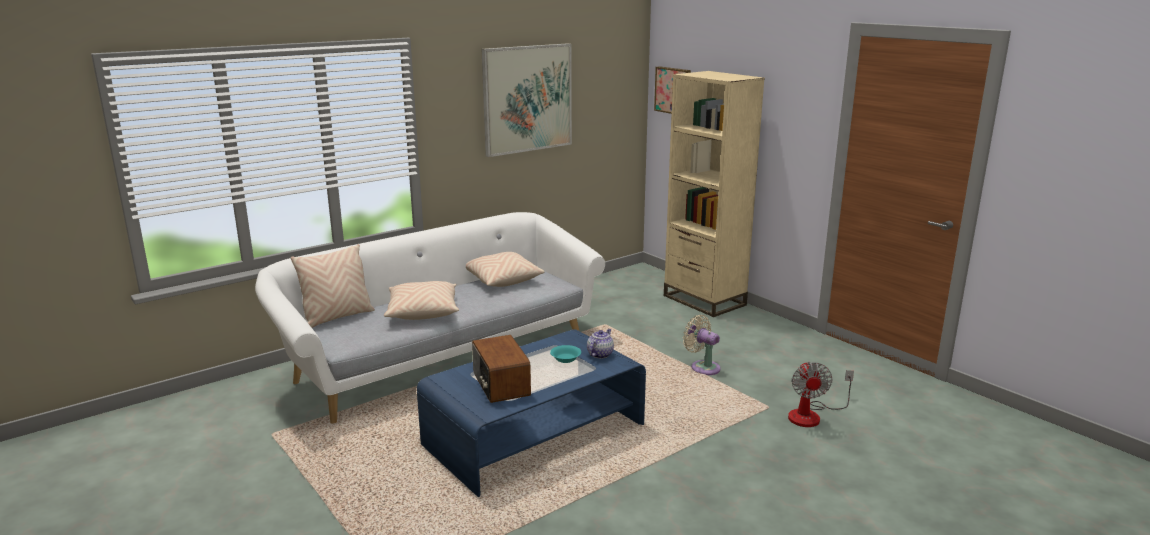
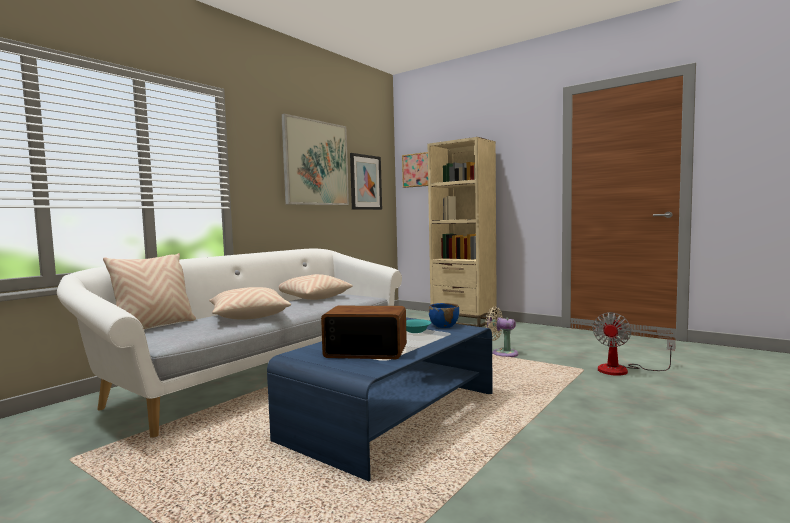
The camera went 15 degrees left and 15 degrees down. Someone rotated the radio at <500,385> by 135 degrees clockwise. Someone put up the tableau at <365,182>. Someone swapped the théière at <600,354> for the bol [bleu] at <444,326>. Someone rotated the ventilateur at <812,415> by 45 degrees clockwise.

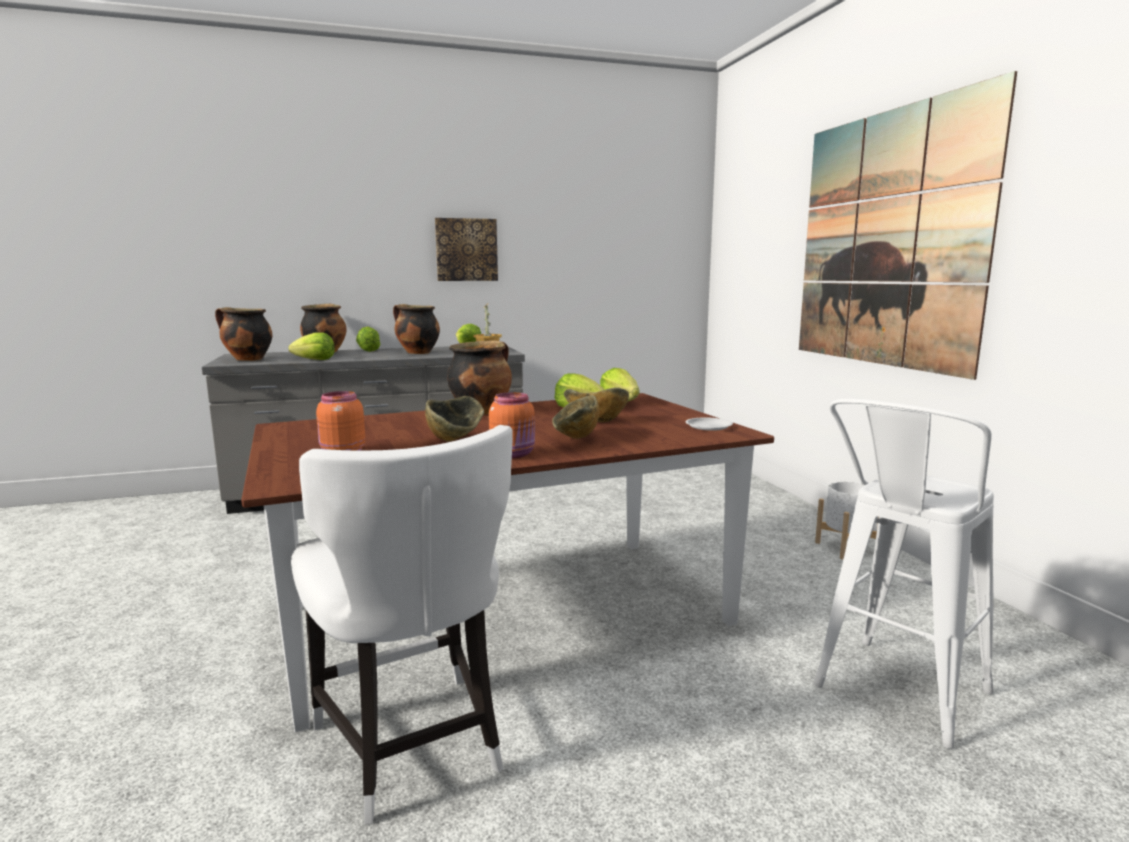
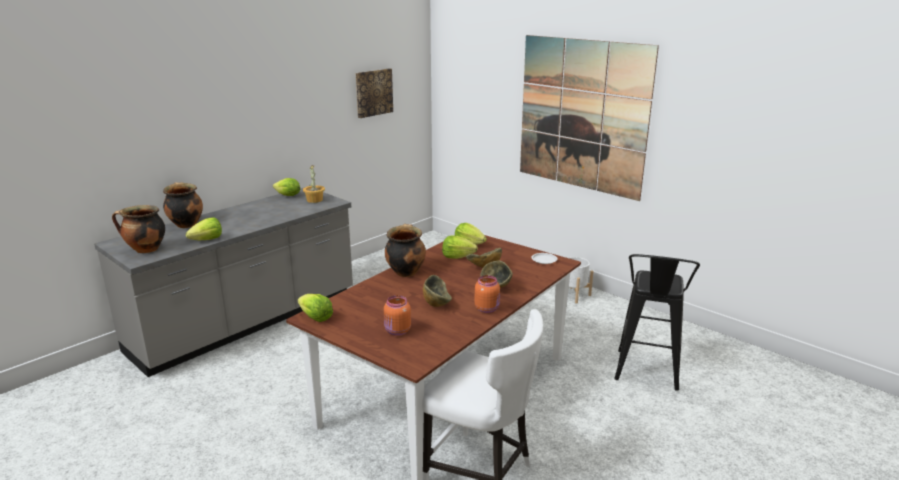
The camera went 30 degrees left and 10 degrees up. Someone carried the laitue from <368,350> to <315,318>. Someone carried the tableau from <466,250> to <373,92>. Someone repainted the tabouret [blanc] at <893,697>, which became the tabouret [noir] at <646,374>. Someone took away the marmite at <417,353>.

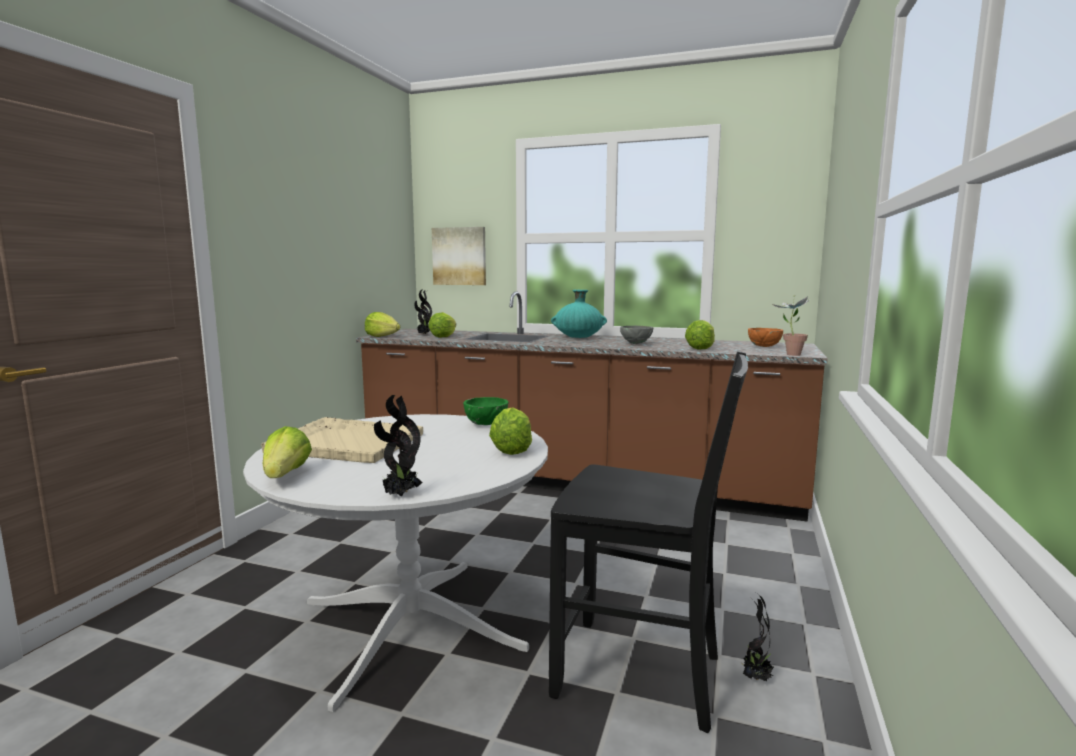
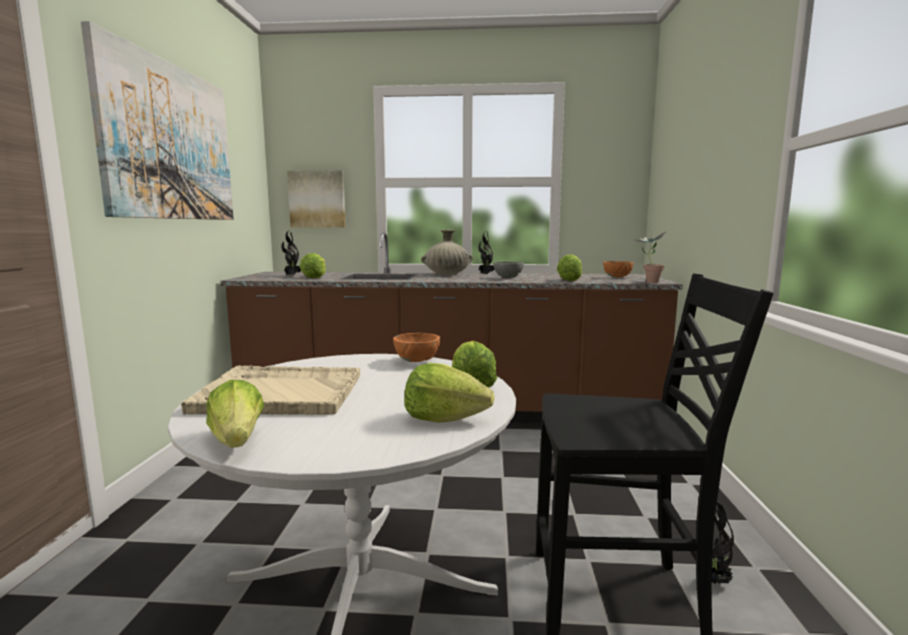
The camera went 15 degrees left and 0 degrees up. Someone put up the tableau at <170,142>. Someone repainted the bol [vert] at <486,425>, which became the bol [orange] at <417,361>. Someone carried the laitue from <382,336> to <444,418>. Someone repainted the vase [turquoise] at <578,337>, which became the vase [beige] at <447,274>. Someone carried the plante en pot from <400,495> to <485,275>.

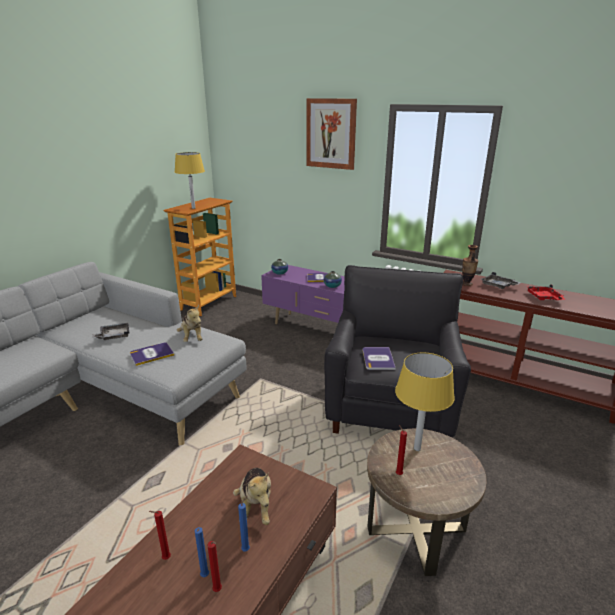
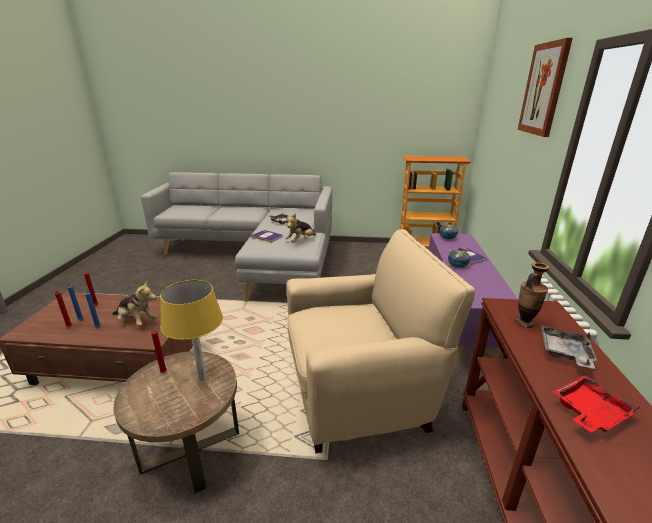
The camera went 65 degrees right and 0 degrees up. Someone rotated the peluche at <255,506> by 120 degrees counterclockwise. Someone repainted the fauteuil [noir] at <390,408>, which became the fauteuil [beige] at <360,394>. Someone took away the lampe de table [jaune] at <193,208>. Someone took away the livre at <378,359>.

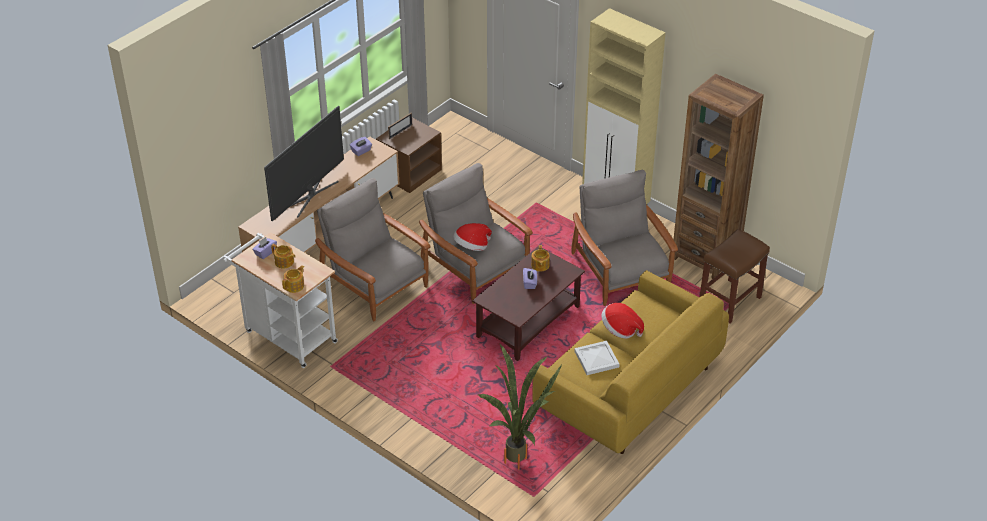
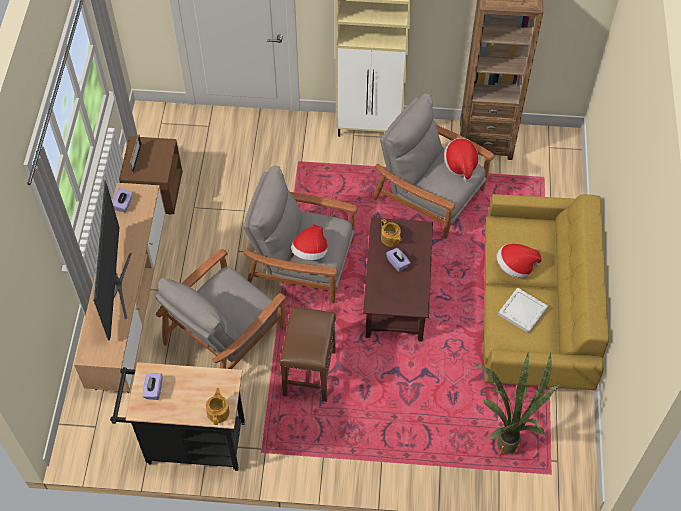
The camera went 35 degrees left and 15 degrees up. Someone repainted the chariot [blanc] at <286,335>, which became the chariot [noir] at <189,443>. Someone rotated the fauteuil [gris] at <374,284> by 60 degrees counterclockwise. Someone carried the tabouret [marron] from <729,301> to <310,374>. Someone put down the chapeau at <460,165>. Someone took away the théière at <284,262>.

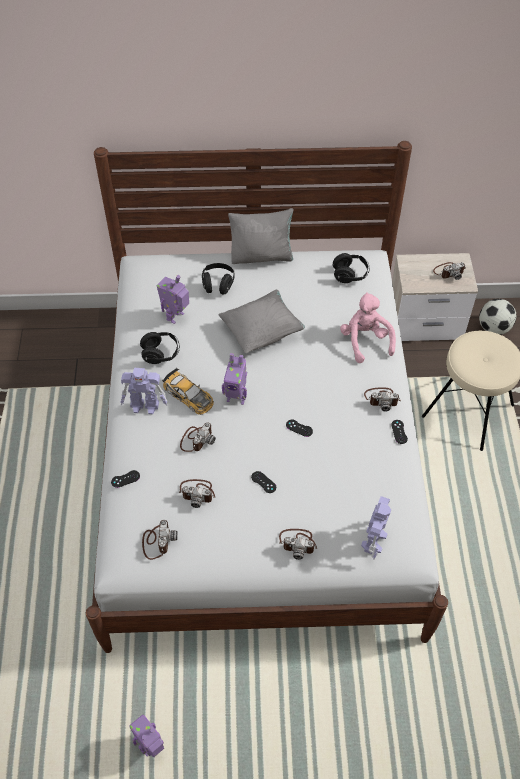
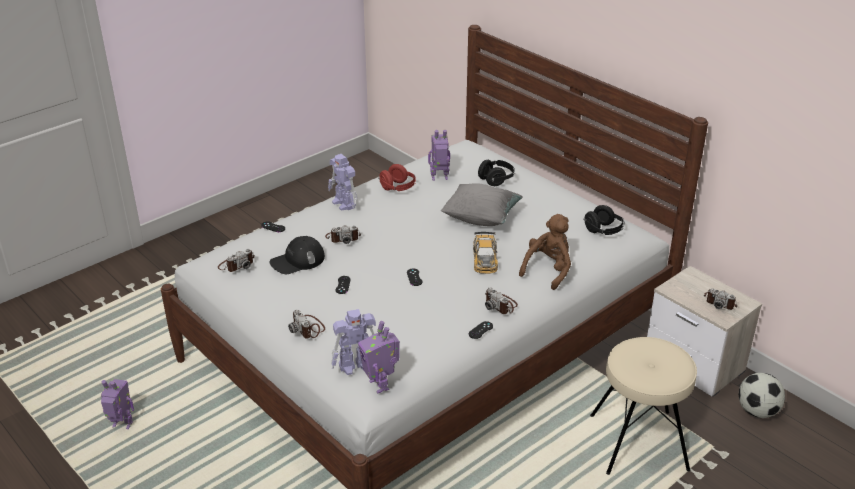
The camera went 50 degrees right and 20 degrees down. Someone swapped the appareil photo at <197,492> for the casquette [noir] at <297,260>. Someone carried the robot jouet from <236,397> to <380,384>. Someone repainted the casque audio [noir] at <161,354>, which became the casque audio [rouge] at <398,188>. Someone carried the petite voiture from <189,395> to <485,258>. Someone repainted the peluche [rose] at <365,341>, which became the peluche [marron] at <548,270>. Someone took away the coussin [gris] at <262,256>.

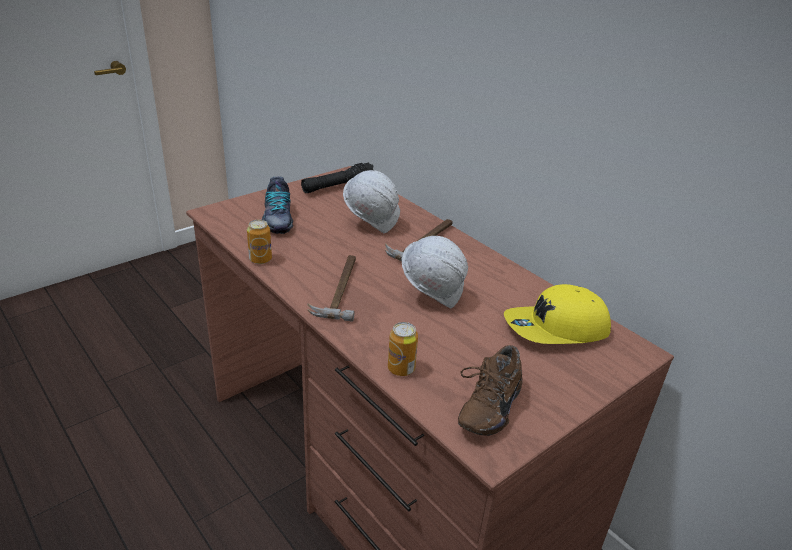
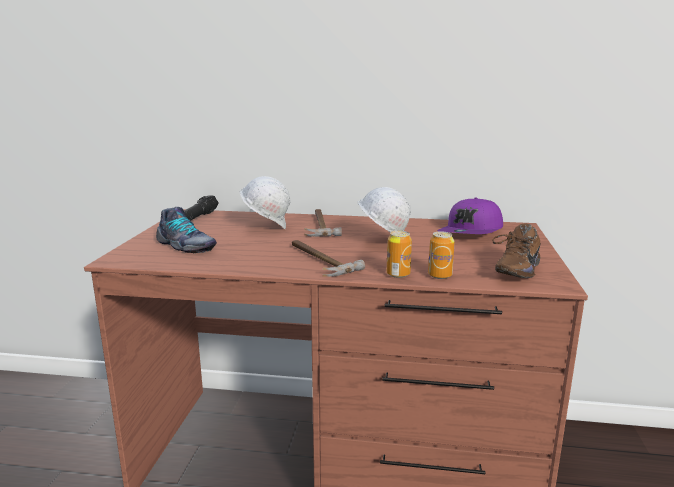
The camera went 40 degrees left and 15 degrees down. Someone carried the boîte métallique from <260,259> to <398,274>. Someone repainted the casquette [jaune] at <556,329>, which became the casquette [violet] at <472,232>. Someone rotated the chaussure [marron] at <486,407> by 45 degrees clockwise.

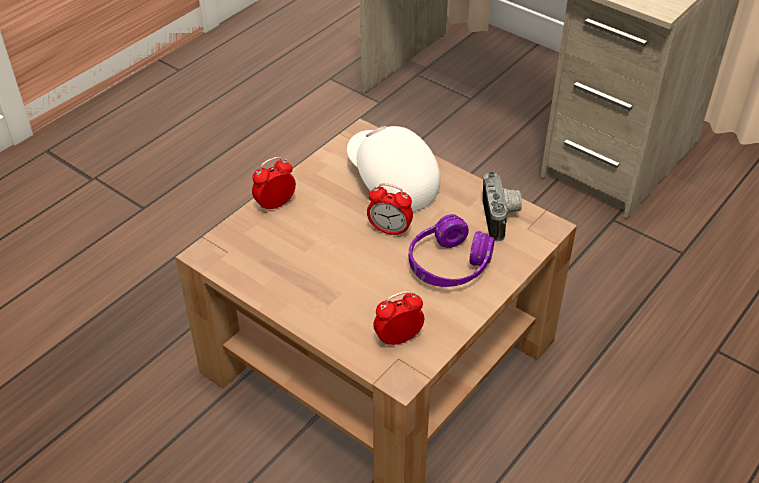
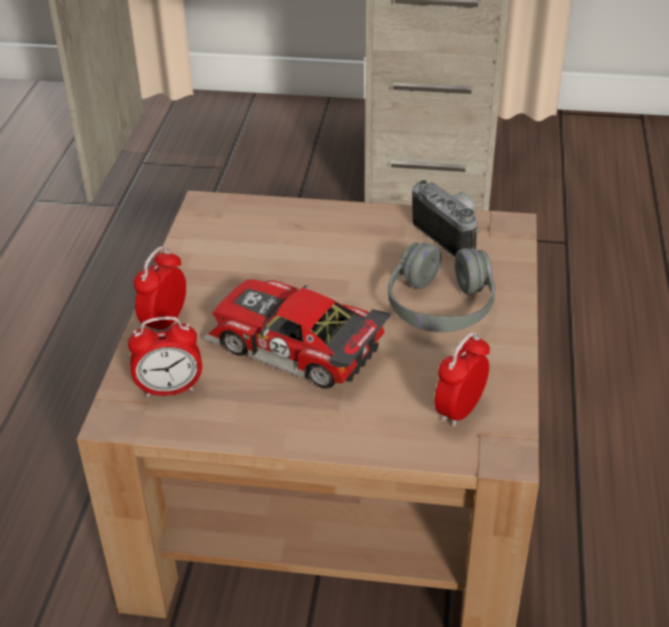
The camera went 30 degrees left and 5 degrees down. Someone carried the réveil from <389,230> to <170,389>. Someone put down the petite voiture at <293,349>. Someone repainted the casque audio [violet] at <449,265>, which became the casque audio [gris] at <440,306>. Someone took away the casquette [blanc] at <391,182>.

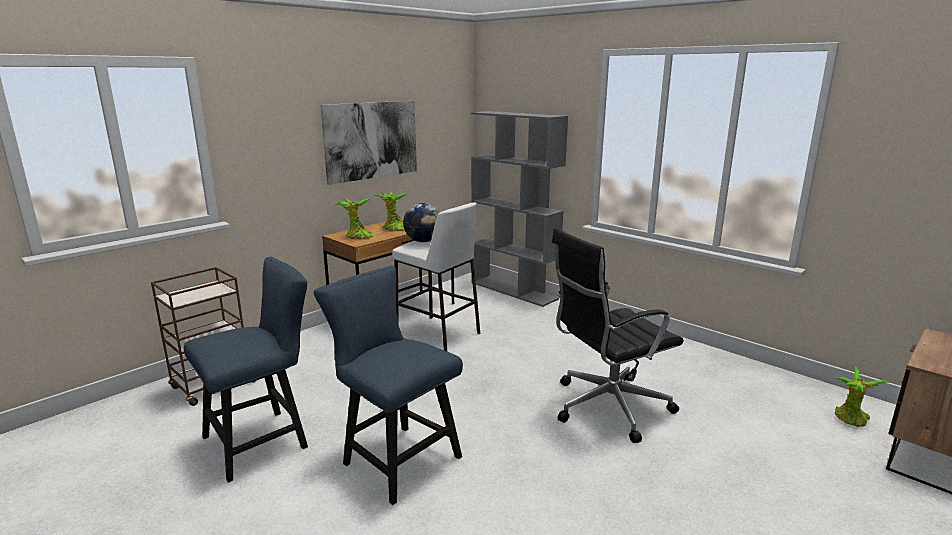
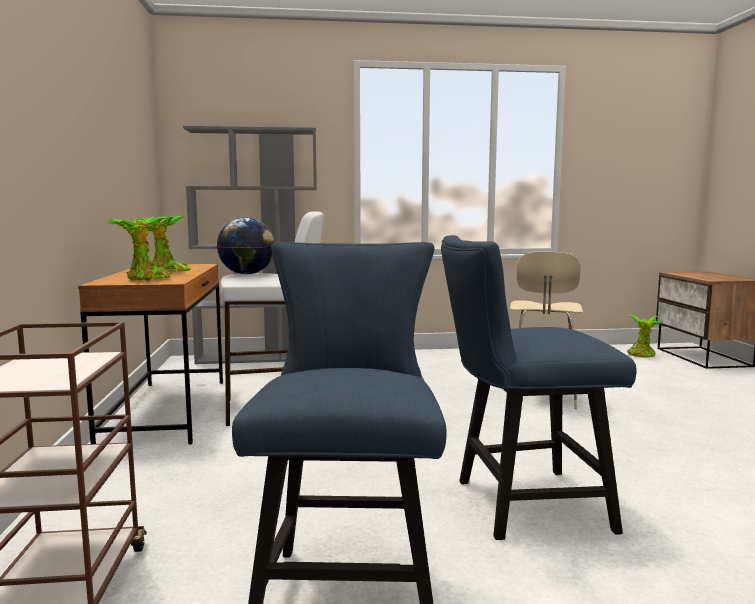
The camera went 50 degrees left and 10 degrees down. Someone swapped the chaise de bureau [noir] at <607,407> for the tabouret [beige] at <541,398>. Someone took away the tableau at <371,140>.

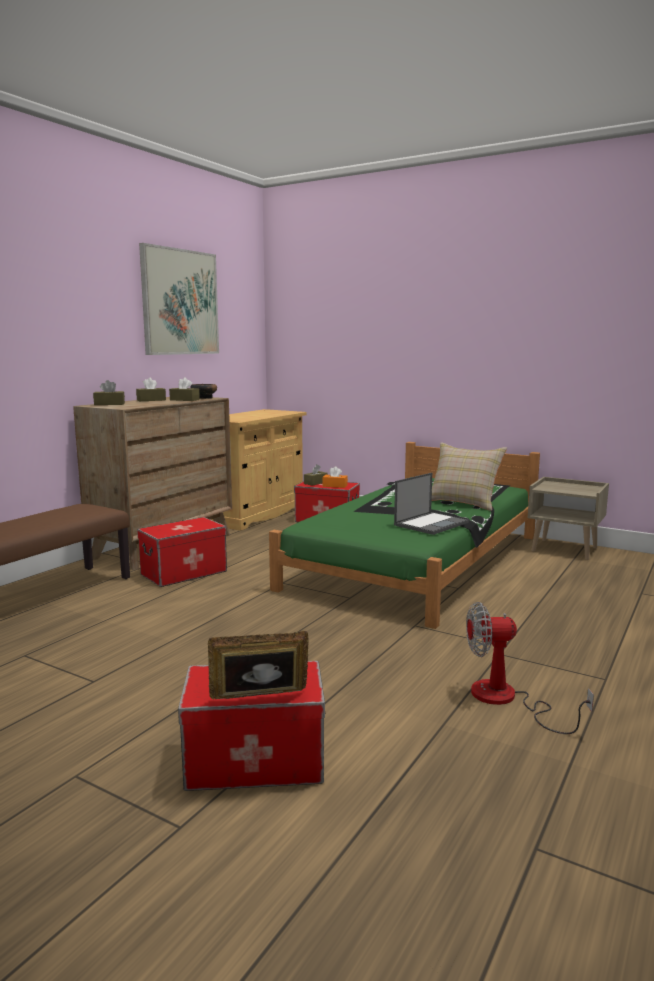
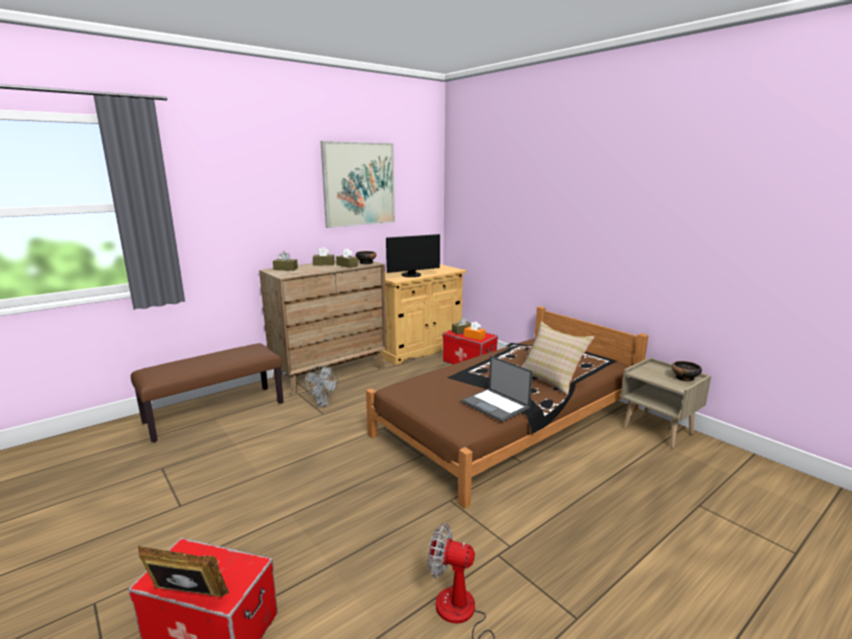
The camera went 20 degrees right and 5 degrees up. Someone swapped the boîte de rangement at <184,573> for the ventilateur [gris] at <322,404>. Someone repainted the lit [vert] at <417,561>, which became the lit [marron] at <509,422>. Someone put down the écran d'ordinateur at <412,275>. Someone rotated the ordinateur portable at <431,523> by 75 degrees clockwise. Someone put down the bol at <684,378>.

